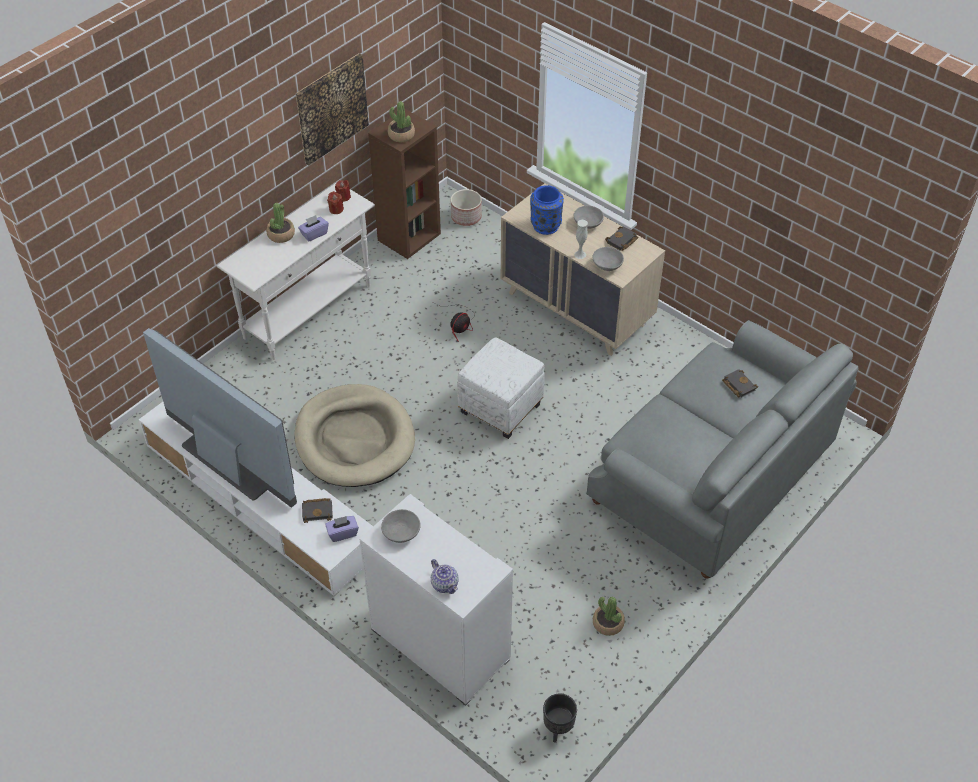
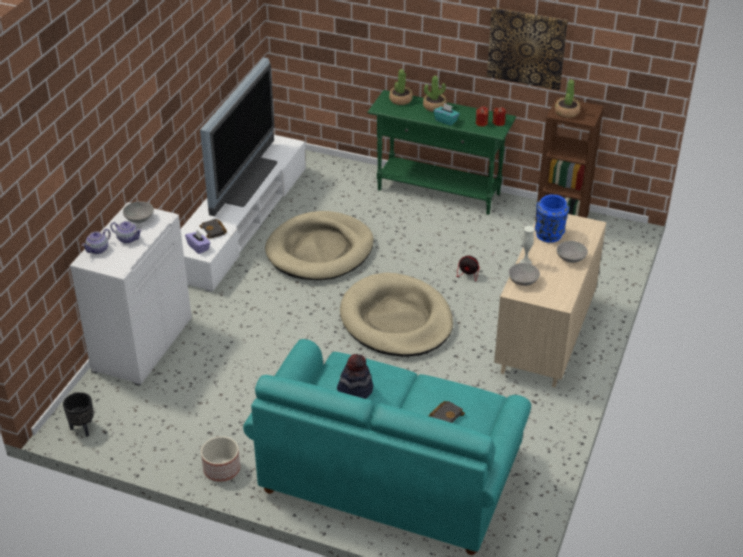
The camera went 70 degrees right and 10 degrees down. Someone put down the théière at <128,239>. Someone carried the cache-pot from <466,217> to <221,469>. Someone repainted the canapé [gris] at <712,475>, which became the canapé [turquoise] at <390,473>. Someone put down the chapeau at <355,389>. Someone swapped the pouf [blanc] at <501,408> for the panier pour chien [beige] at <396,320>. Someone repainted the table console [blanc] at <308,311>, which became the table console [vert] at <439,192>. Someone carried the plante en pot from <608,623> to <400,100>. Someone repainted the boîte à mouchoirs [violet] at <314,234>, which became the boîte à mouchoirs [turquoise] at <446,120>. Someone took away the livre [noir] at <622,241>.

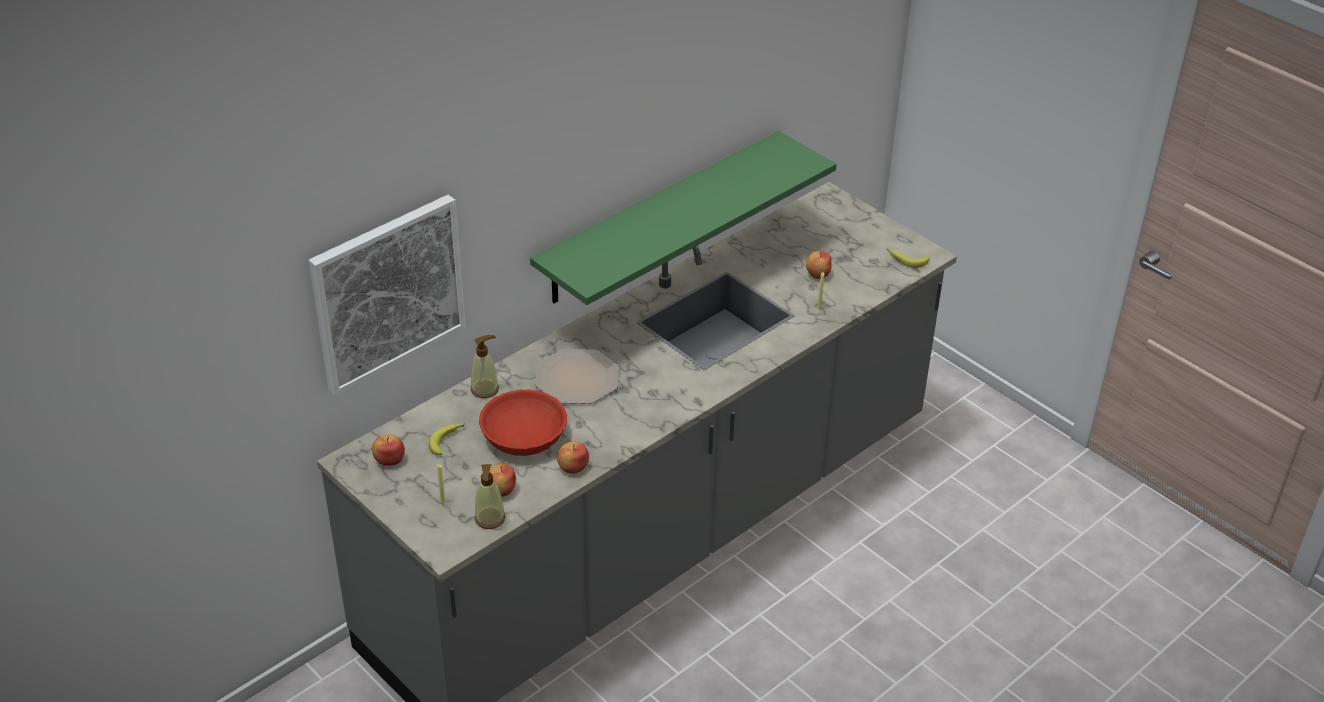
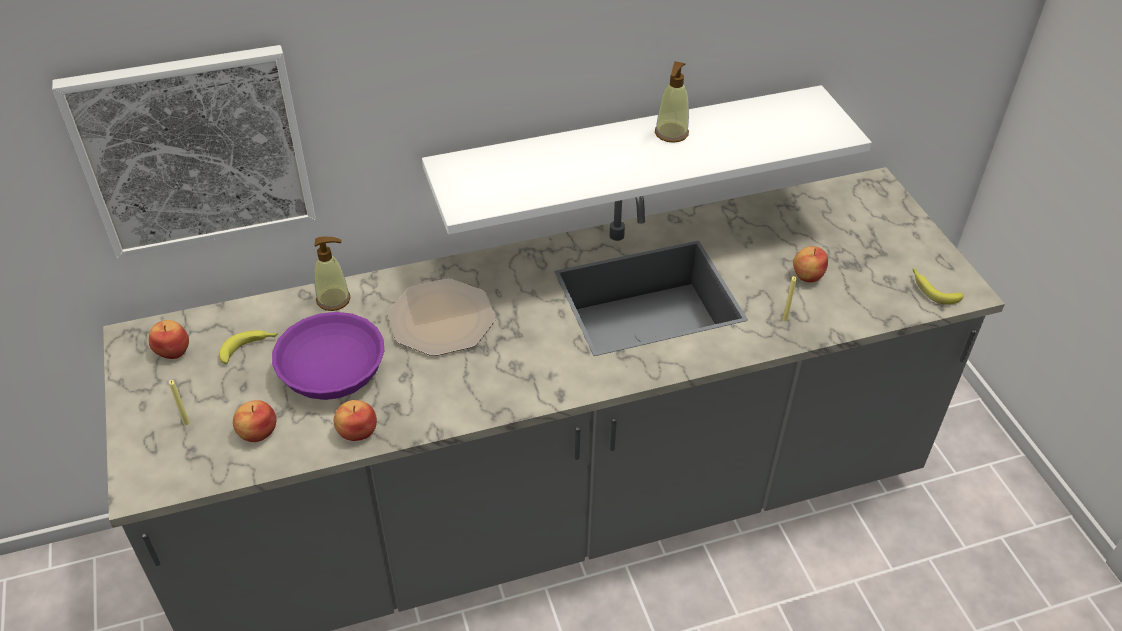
The camera went 25 degrees right and 5 degrees up. Someone repainted the bol [rouge] at <524,436>, which became the bol [violet] at <332,371>. Someone repainted the étagère [vert] at <660,218>, which became the étagère [blanc] at <628,154>. Someone carried the distributeur de savon from <490,519> to <671,133>.

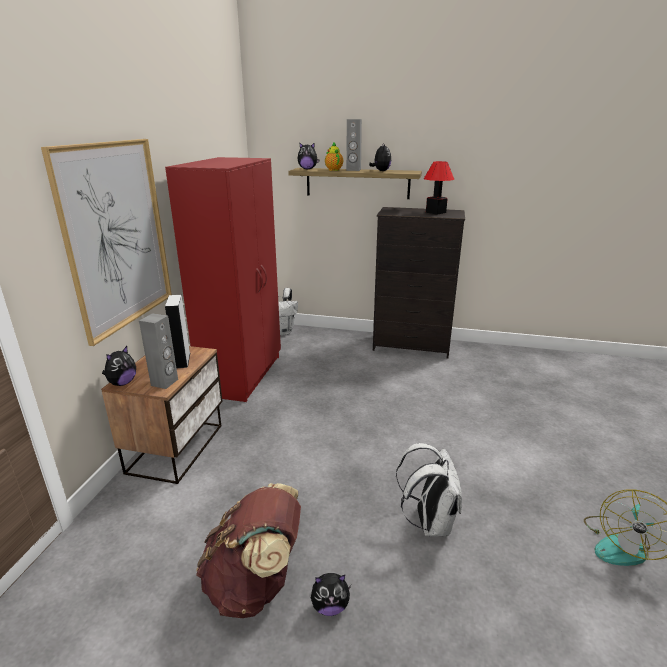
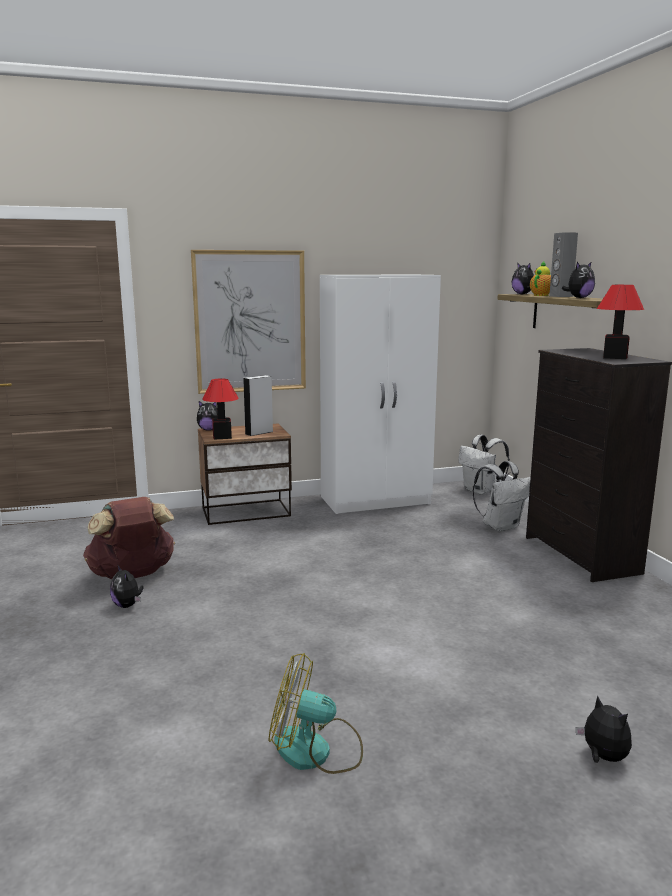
The camera went 60 degrees right and 10 degrees down. Someone swapped the enceinte [gris] at <165,382> for the lampe de table at <222,436>. Someone repainted the armoire [rouge] at <243,374>, which became the armoire [blanc] at <376,500>. Someone carried the sac à dos [blanc] from <429,522> to <500,526>. Someone put down the peluche at <603,757>.

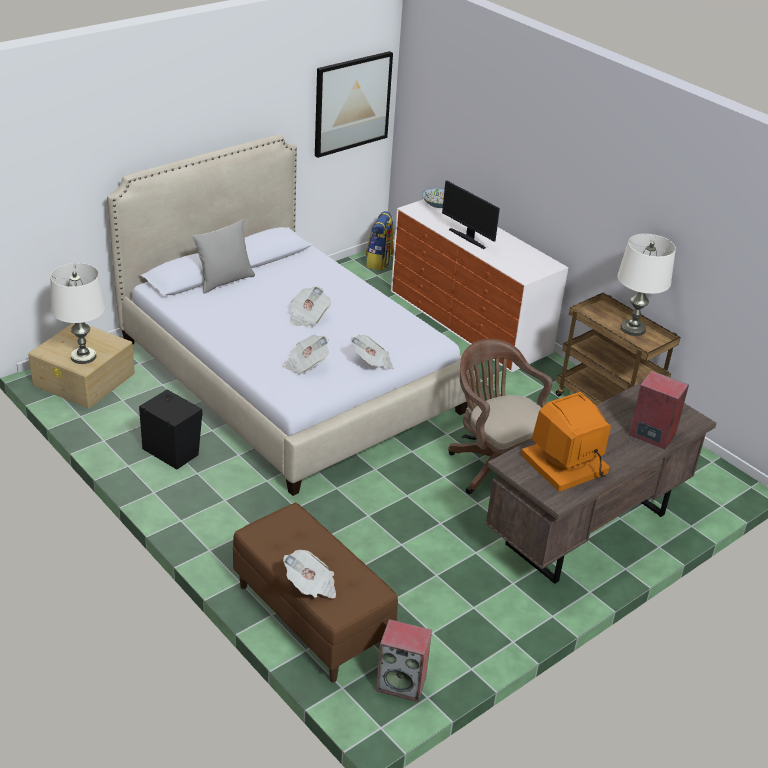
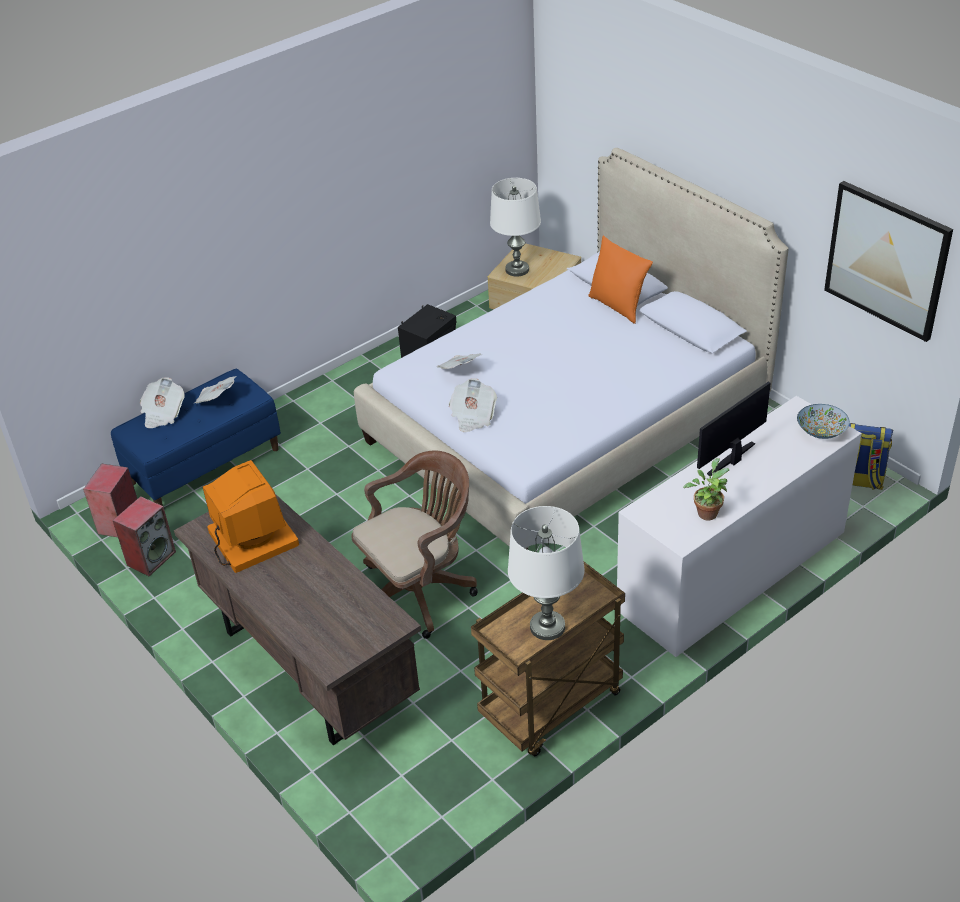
The camera went 95 degrees right and 5 degrees up. Someone repainted the banc [marron] at <310,617>, which became the banc [bleu] at <205,465>. Someone carried the enceinte from <651,434> to <151,558>. Someone carried the journal from <307,317> to <217,399>. Someone repainted the coussin [gris] at <224,281>, which became the coussin [orange] at <618,306>. Someone put down the plante en pot at <707,512>.

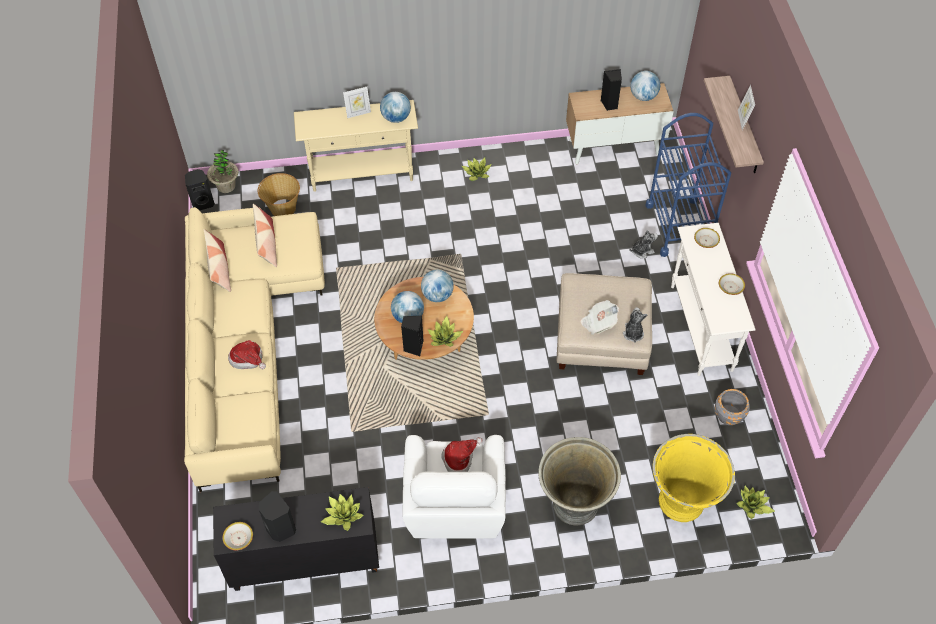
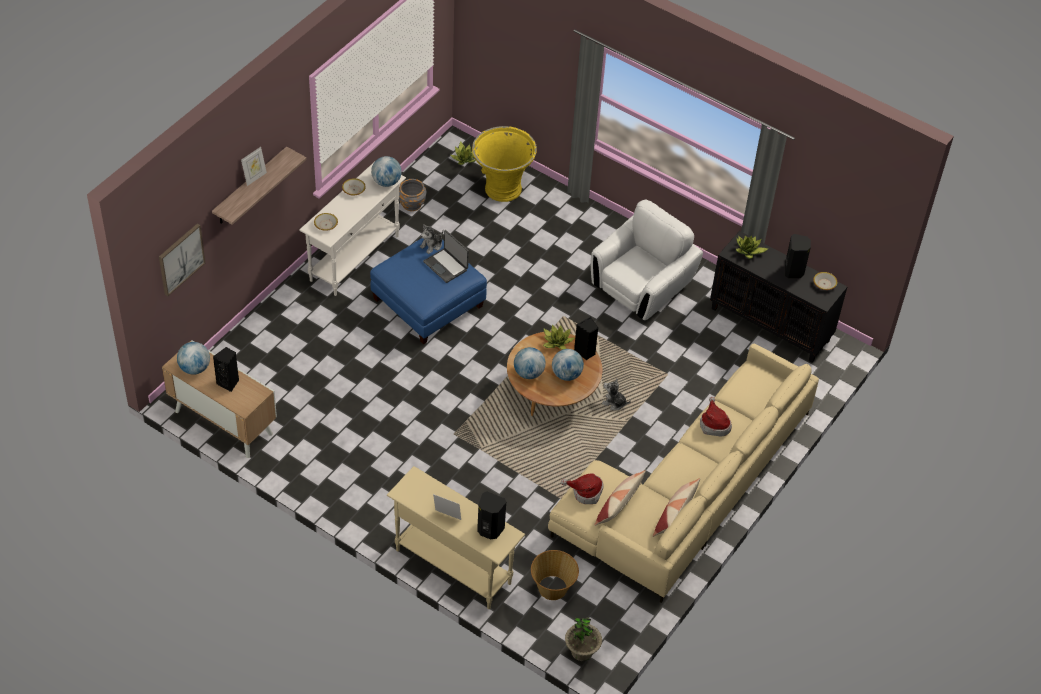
The camera went 140 degrees left and 5 degrees down. Someone put up the tableau at <180,259>. Someone repainted the pouf [beige] at <601,337>, which became the pouf [bleu] at <428,303>. Someone carried the globe from <396,118> to <386,182>. Someone swapped the journal at <598,323> for the ordinateur portable at <446,266>. Someone carried the enceinte [noir] from <203,203> to <489,530>. Someone carried the chapeau from <459,459> to <585,492>. Someone carried the peluche from <642,251> to <614,403>. Someone took away the plante en pot at <476,173>. Someone took away the cache-pot [gris] at <574,504>. Someone took away the chariot [bleu] at <678,226>.

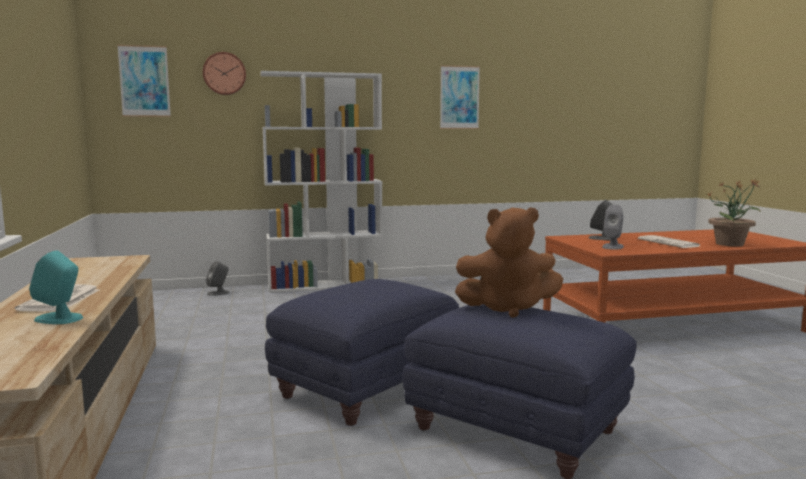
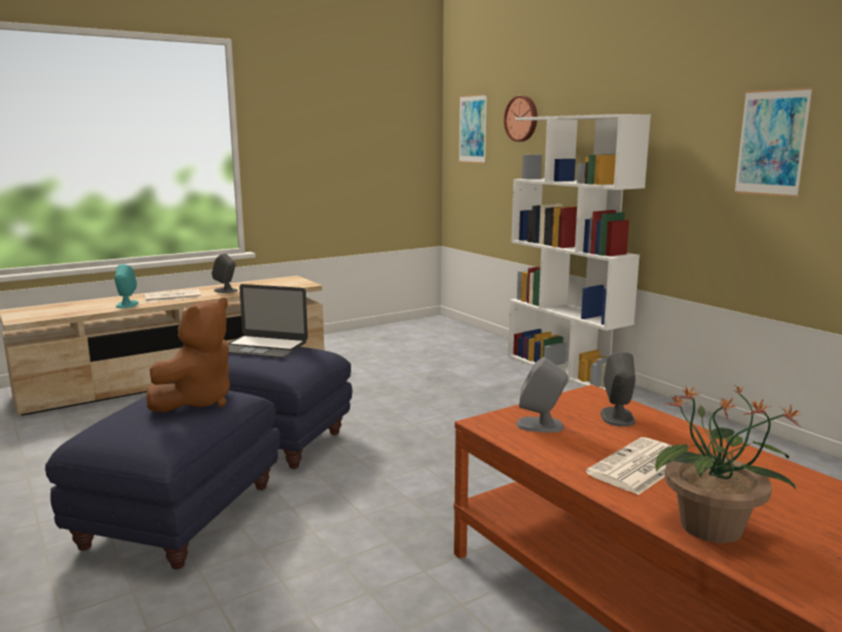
The camera went 70 degrees right and 5 degrees up. Someone rotated the peluche [marron] at <507,308> by 135 degrees counterclockwise. Someone carried the enceinte [gris] from <218,293> to <226,290>. Someone put down the ordinateur portable at <263,347>.

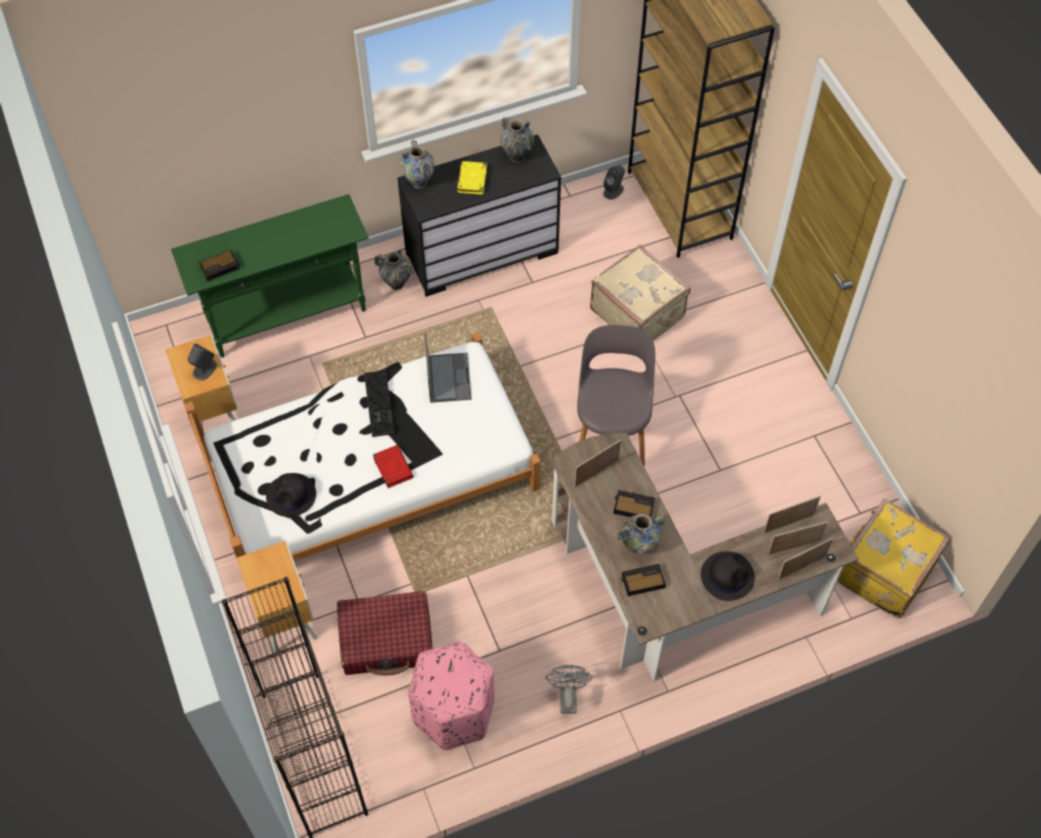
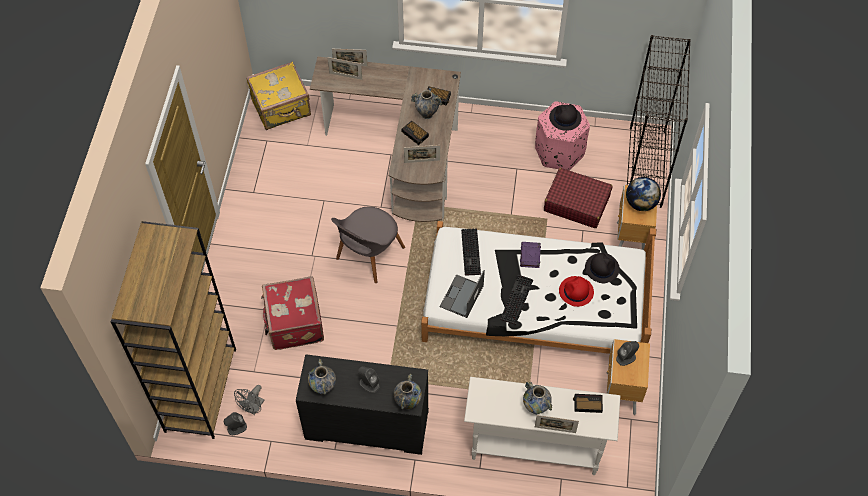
The camera went 150 degrees left and 0 degrees up. Someone carried the ventilateur [gris] from <567,696> to <253,408>. Someone repainted the valise [beige] at <638,312>, which became the valise [rouge] at <293,323>. Someone swapped the livre [jaune] at <472,180> for the enceinte [gris] at <369,384>. Someone put down the clavier at <472,253>. Someone repainted the table console [vert] at <287,315>, which became the table console [blanc] at <534,448>. Someone repainted the livre [rouge] at <392,467>, which became the livre [violet] at <530,256>. Someone carried the vase from <396,283> to <535,407>. Someone carried the cadre photo from <788,523> to <555,430>. Someone carried the chapeau [noir] from <727,576> to <565,118>. Someone put down the chapeau [rouge] at <576,292>. Someone put down the globe at <641,203>.

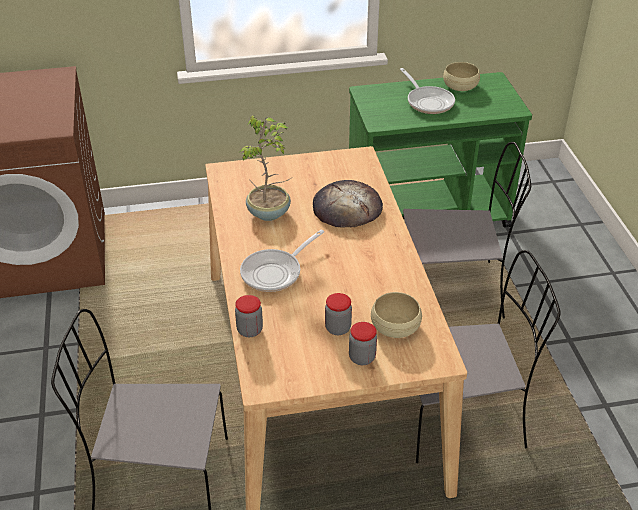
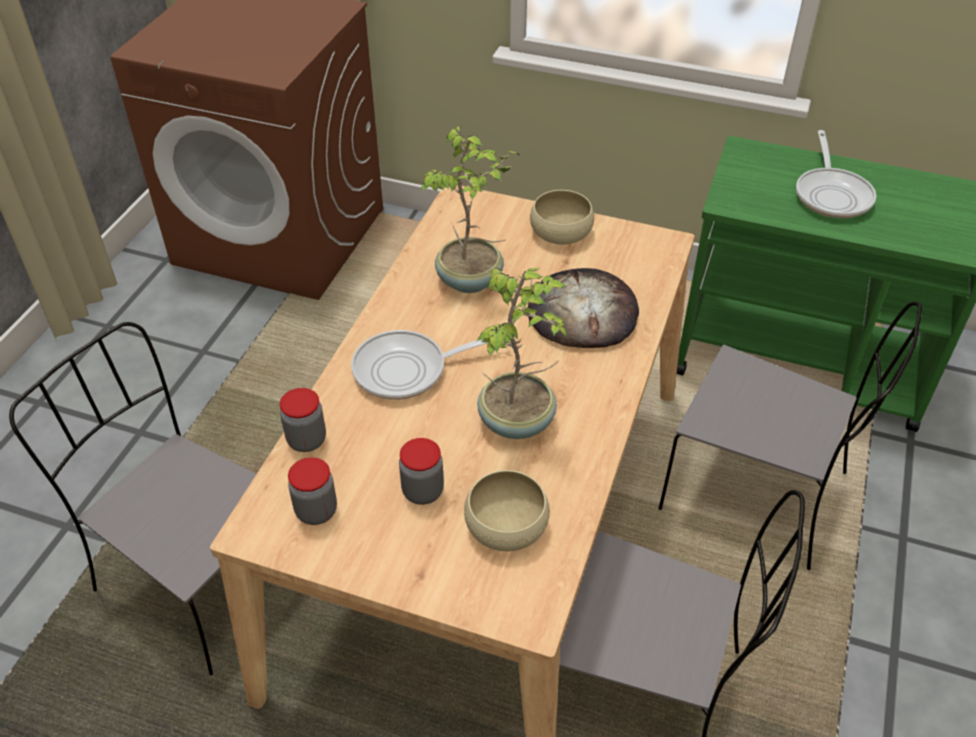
The camera went 30 degrees right and 5 degrees up. Someone carried the bocal from <362,357> to <316,511>. Someone put down the plante en pot at <518,421>. Someone carried the bol [beige] from <460,86> to <560,232>.

